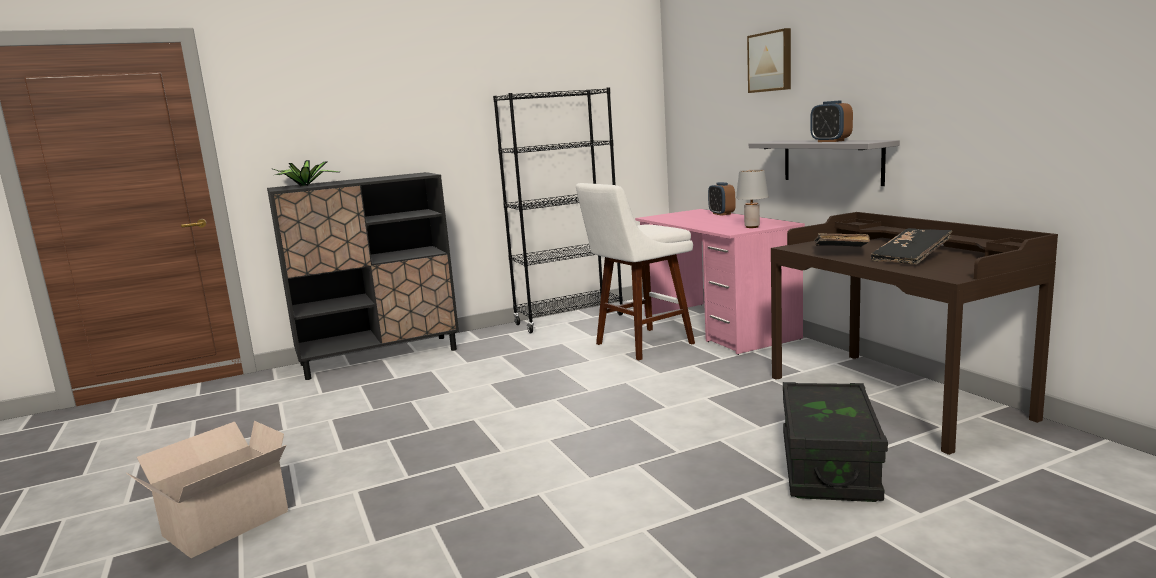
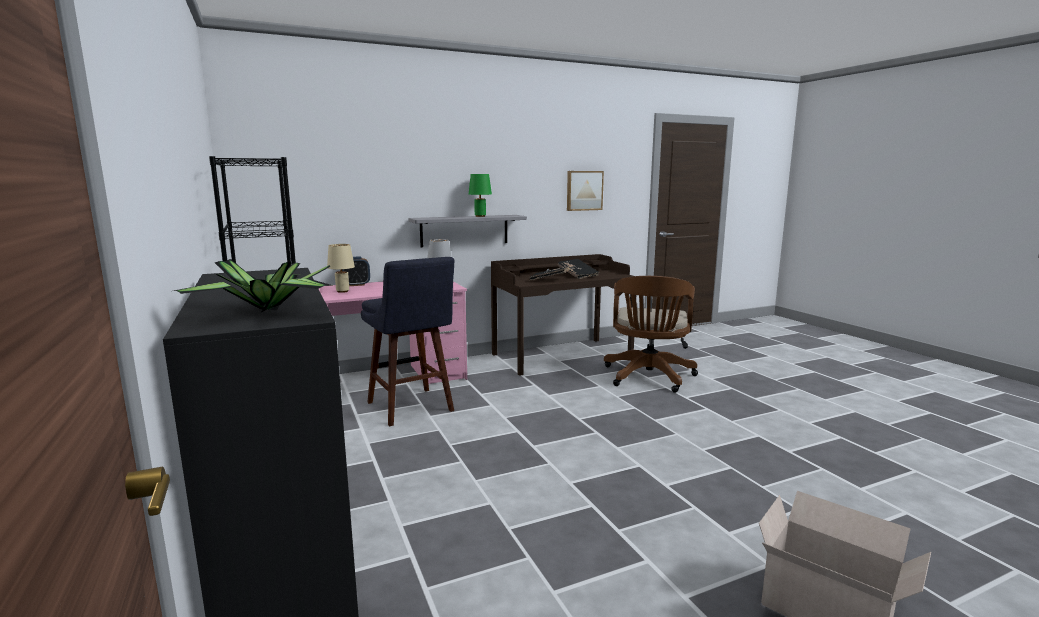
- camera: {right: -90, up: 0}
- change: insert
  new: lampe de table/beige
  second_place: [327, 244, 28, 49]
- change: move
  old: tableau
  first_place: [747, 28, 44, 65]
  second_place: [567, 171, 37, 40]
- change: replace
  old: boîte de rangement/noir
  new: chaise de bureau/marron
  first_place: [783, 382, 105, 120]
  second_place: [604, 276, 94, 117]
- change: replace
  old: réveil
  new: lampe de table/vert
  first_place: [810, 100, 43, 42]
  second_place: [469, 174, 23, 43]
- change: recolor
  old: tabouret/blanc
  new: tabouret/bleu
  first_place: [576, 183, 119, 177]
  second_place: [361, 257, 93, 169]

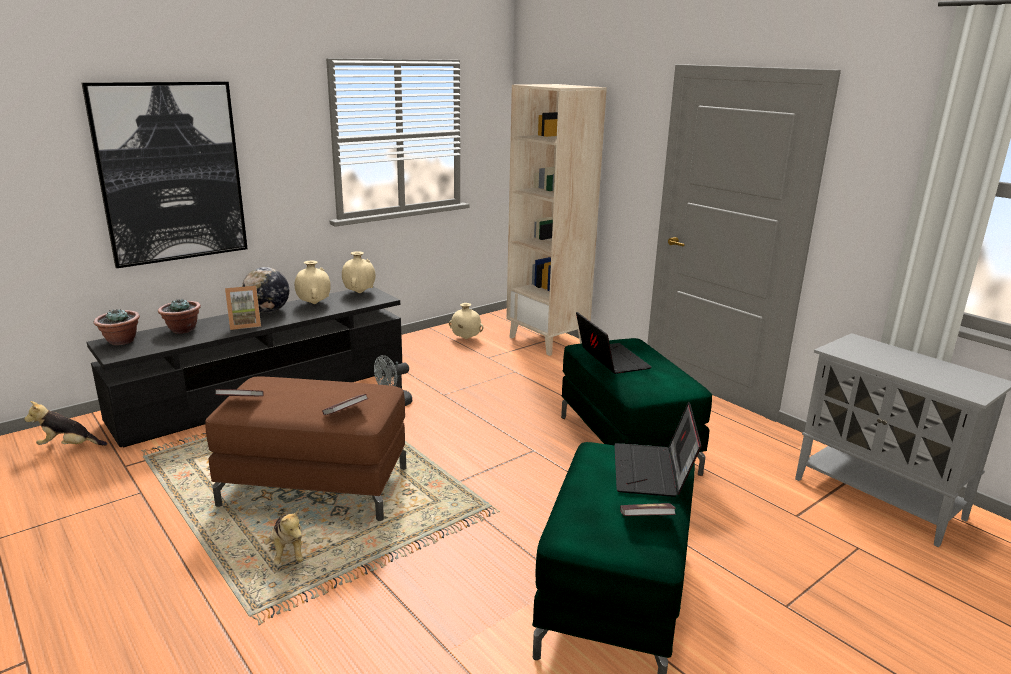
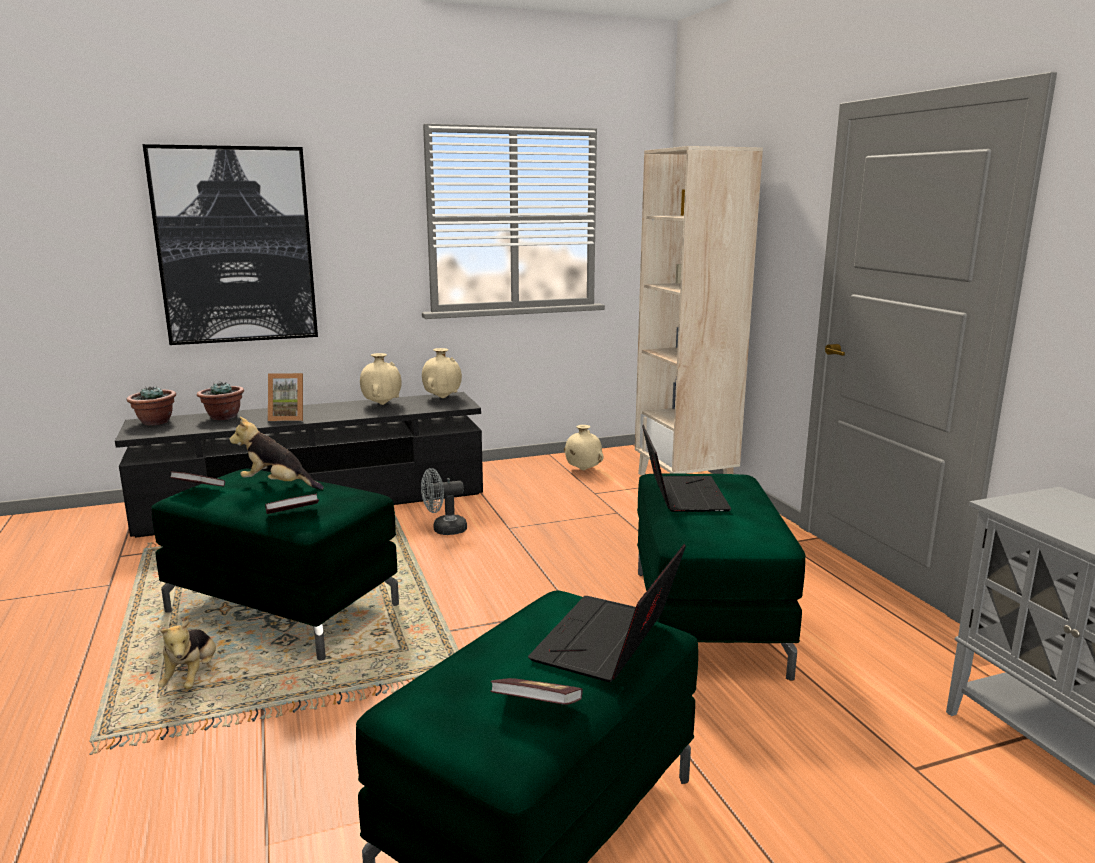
- camera: {right: 20, up: -5}
- change: delete
  old: globe
  first_place: [242, 267, 47, 46]
- change: move
  old: peluche
  first_place: [24, 401, 83, 45]
  second_place: [229, 417, 95, 73]
- change: recolor
  old: pouf/marron
  new: pouf/vert
  first_place: [205, 377, 201, 144]
  second_place: [151, 469, 248, 192]

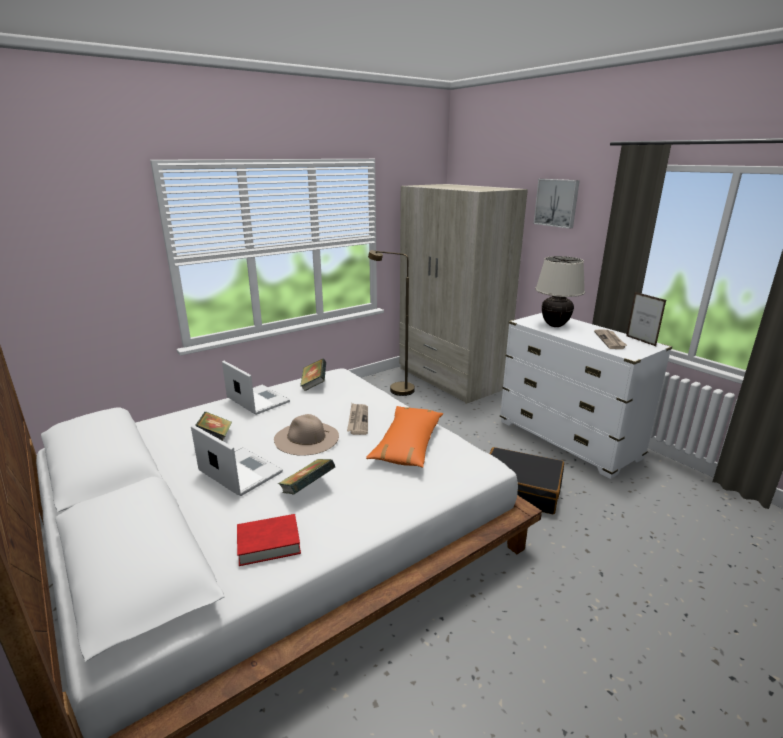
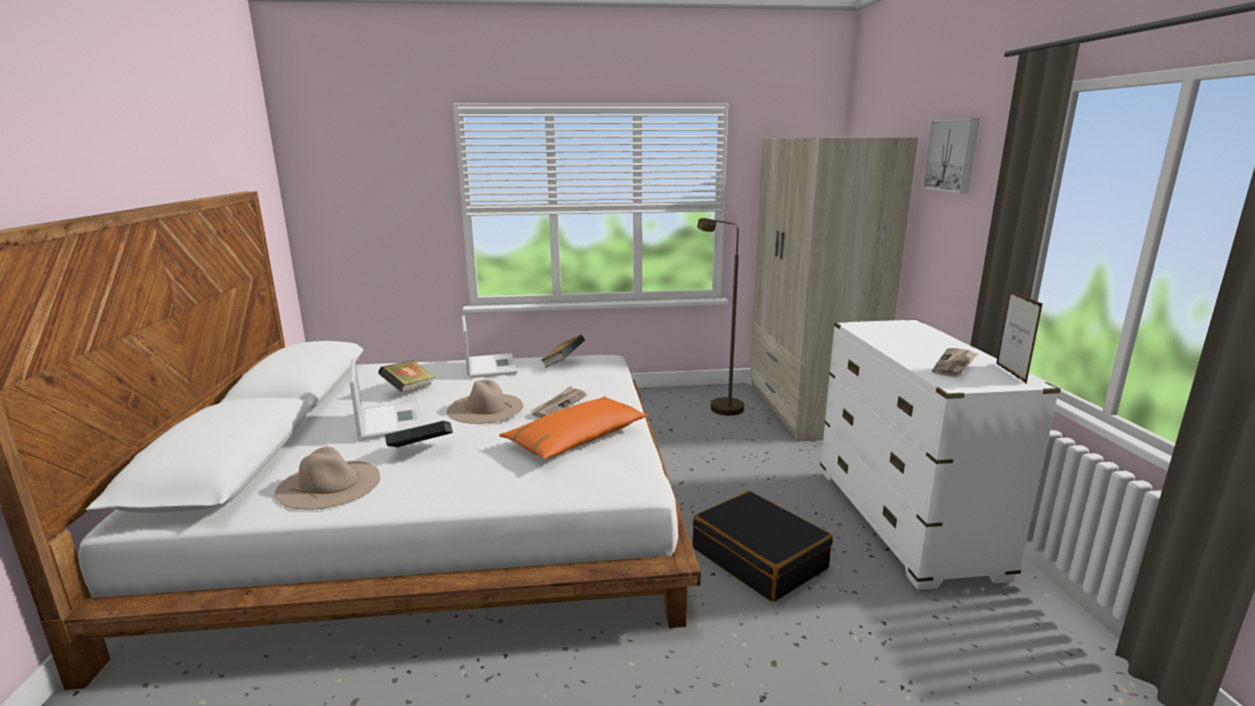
- camera: {right: 30, up: -5}
- change: delete
  old: lampe de table/beige
  first_place: [535, 256, 50, 71]
- change: replace
  old: livre/rouge
  new: chapeau/beige
  first_place: [237, 514, 64, 52]
  second_place: [275, 447, 105, 62]

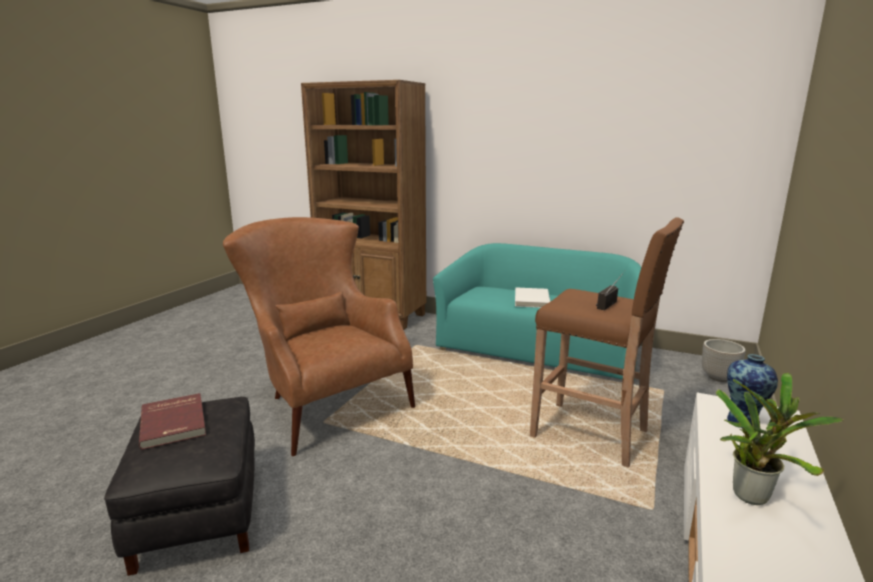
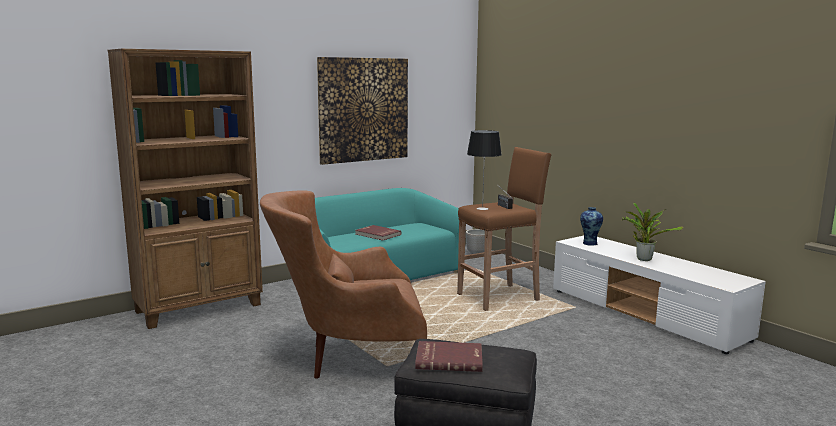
- camera: {right: -60, up: -5}
- change: insert
  new: tableau
  second_place: [317, 57, 91, 108]
- change: insert
  new: lampe de table
  second_place: [467, 130, 35, 80]
- change: recolor
  old: livre/blanc
  new: livre/rouge
  first_place: [515, 287, 35, 21]
  second_place: [355, 225, 47, 16]

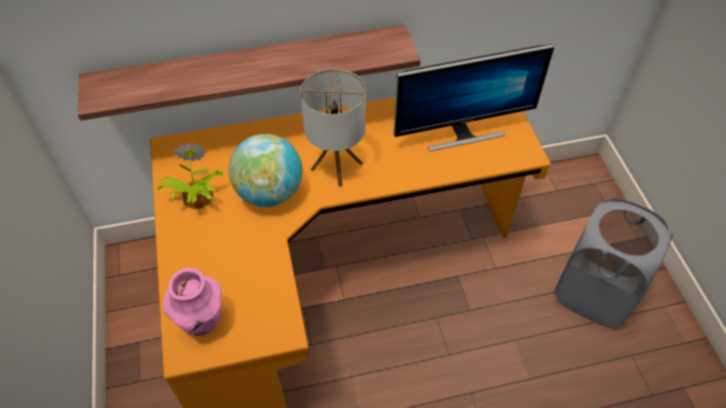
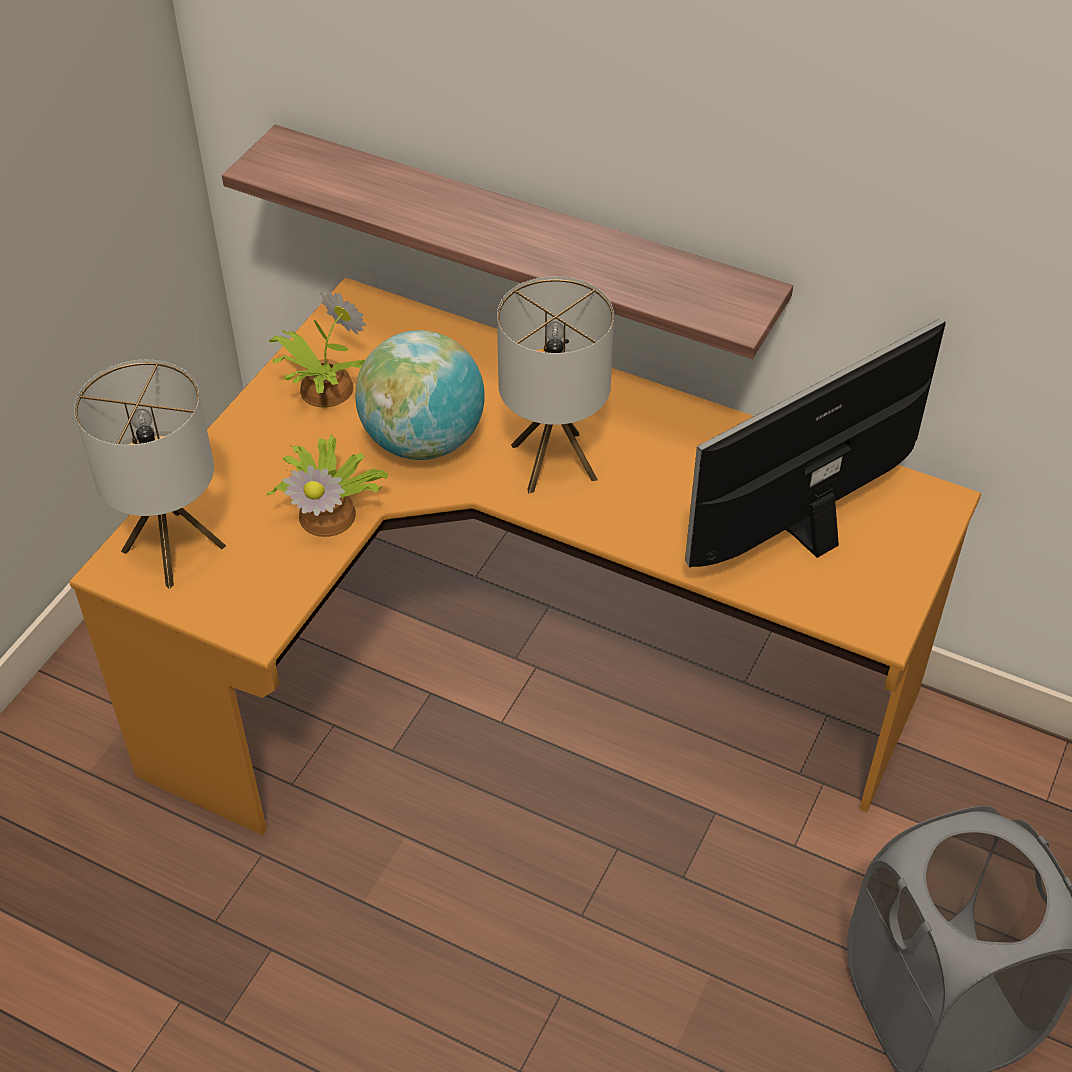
- camera: {right: 40, up: -5}
- change: insert
  new: plante en pot
  second_place: [266, 435, 122, 102]
- change: replace
  old: vase/rose
  new: lampe de table
  first_place: [163, 268, 59, 68]
  second_place: [74, 360, 152, 228]
- change: rotate
  old: écran d'ordinateur
  first_place: [393, 44, 161, 107]
  second_place: [685, 319, 261, 249]
  degrees: 120

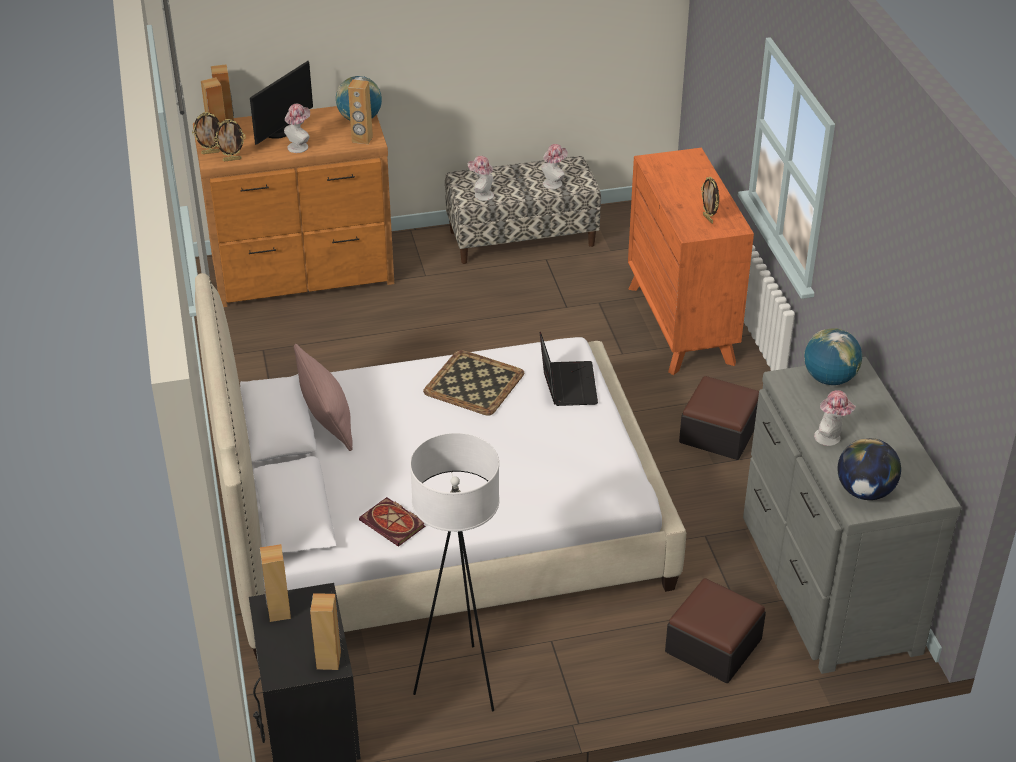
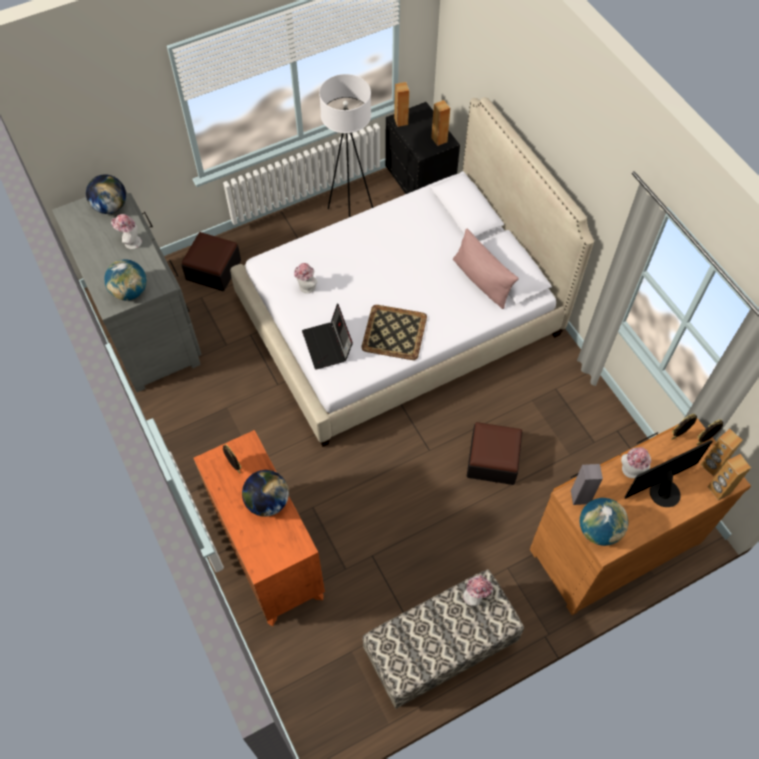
- camera: {right: 165, up: 20}
- change: delete
  old: livre
  first_place: [359, 497, 66, 50]
- change: insert
  new: globe
  second_place: [242, 470, 47, 47]
- change: move
  old: chapeau
  first_place: [541, 144, 26, 45]
  second_place: [294, 263, 24, 30]
- change: move
  old: pouf
  first_place: [679, 376, 80, 84]
  second_place: [467, 422, 55, 63]
- change: recolor
  old: enceinte/marron
  new: enceinte/gris
  first_place: [348, 79, 25, 65]
  second_place: [571, 464, 32, 41]
- change: rotate
  old: écran d'ordinateur
  first_place: [250, 61, 63, 84]
  second_place: [625, 440, 88, 67]
  degrees: 45

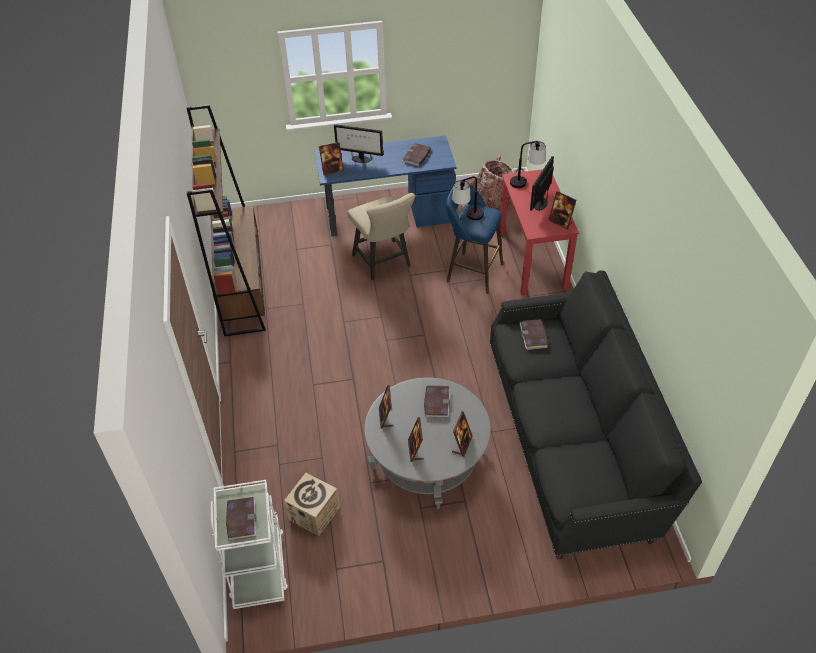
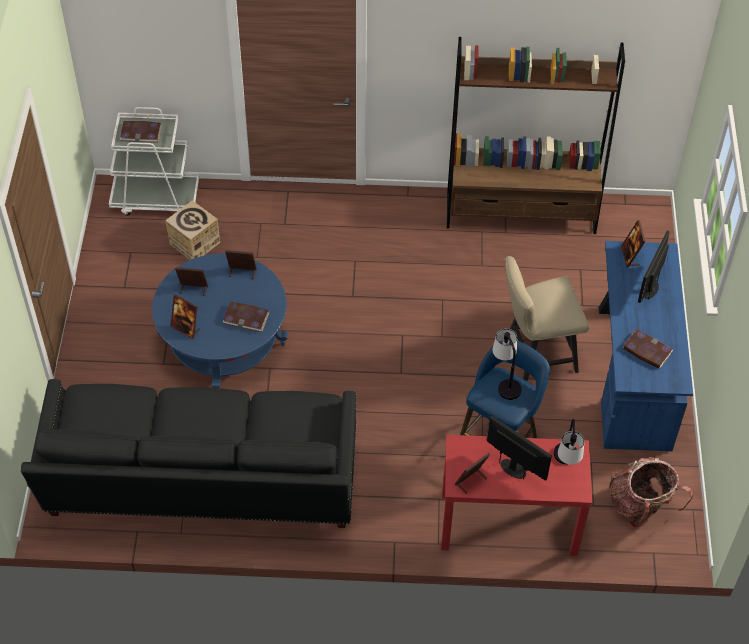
- camera: {right: 100, up: 5}
- change: delete
  old: livre
  first_place: [519, 319, 29, 31]
- change: recolor
  old: table basse/gris
  new: table basse/bleu
  first_place: [364, 378, 127, 131]
  second_place: [152, 253, 136, 135]

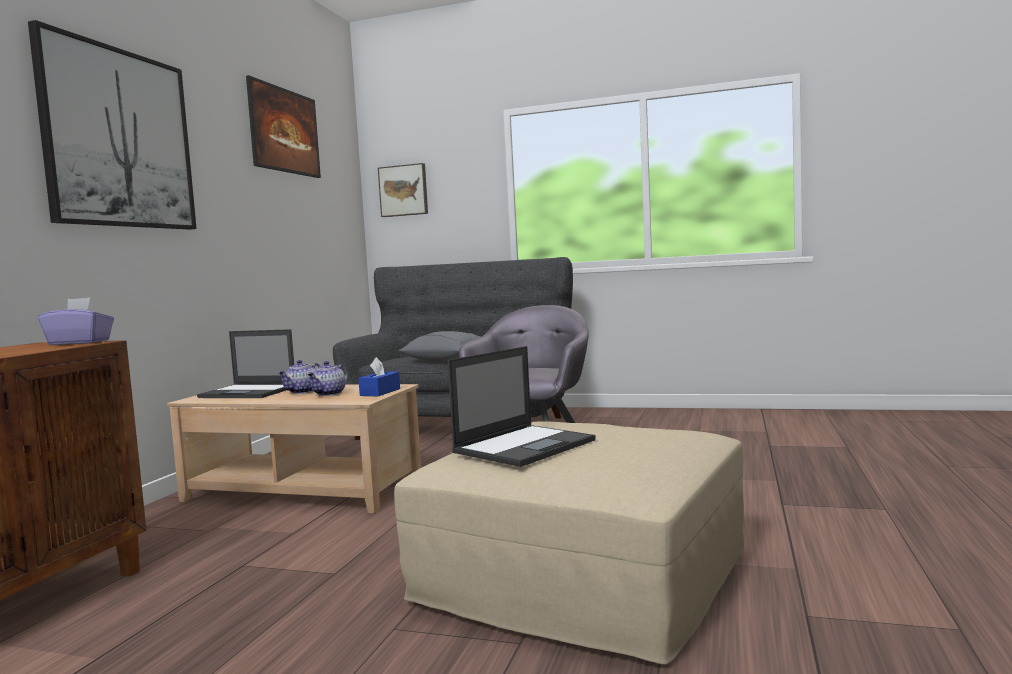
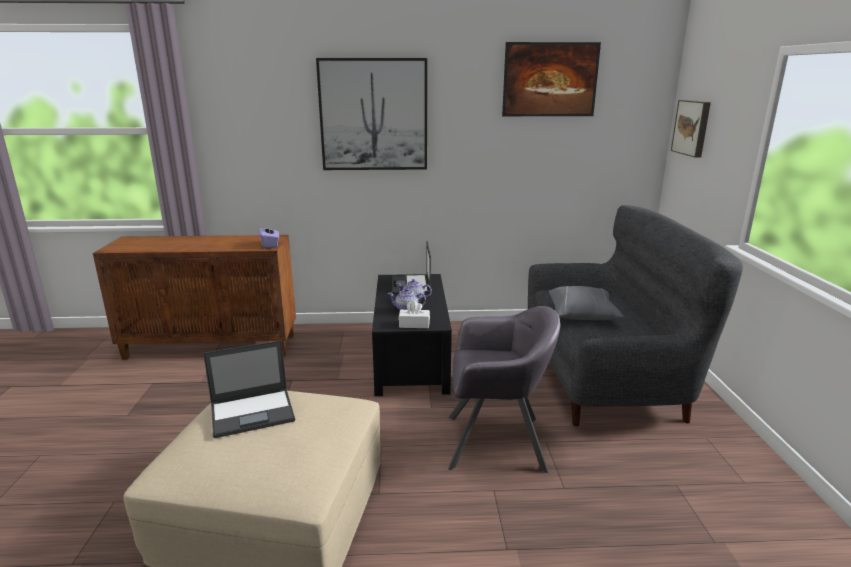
- camera: {right: 70, up: 15}
- change: recolor
  old: table basse/beige
  new: table basse/noir
  first_place: [167, 384, 254, 129]
  second_place: [372, 274, 80, 122]
- change: recolor
  old: boîte à mouchoirs/bleu
  new: boîte à mouchoirs/blanc
  first_place: [358, 357, 42, 39]
  second_place: [399, 301, 31, 27]
- change: rotate
  old: ordinateur portable
  first_place: [448, 346, 148, 121]
  second_place: [203, 340, 92, 98]
  degrees: -45

